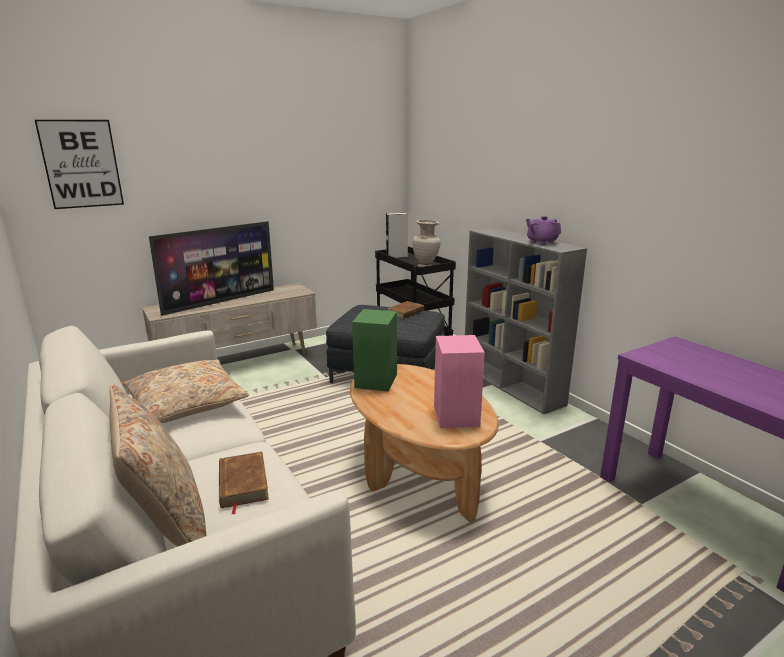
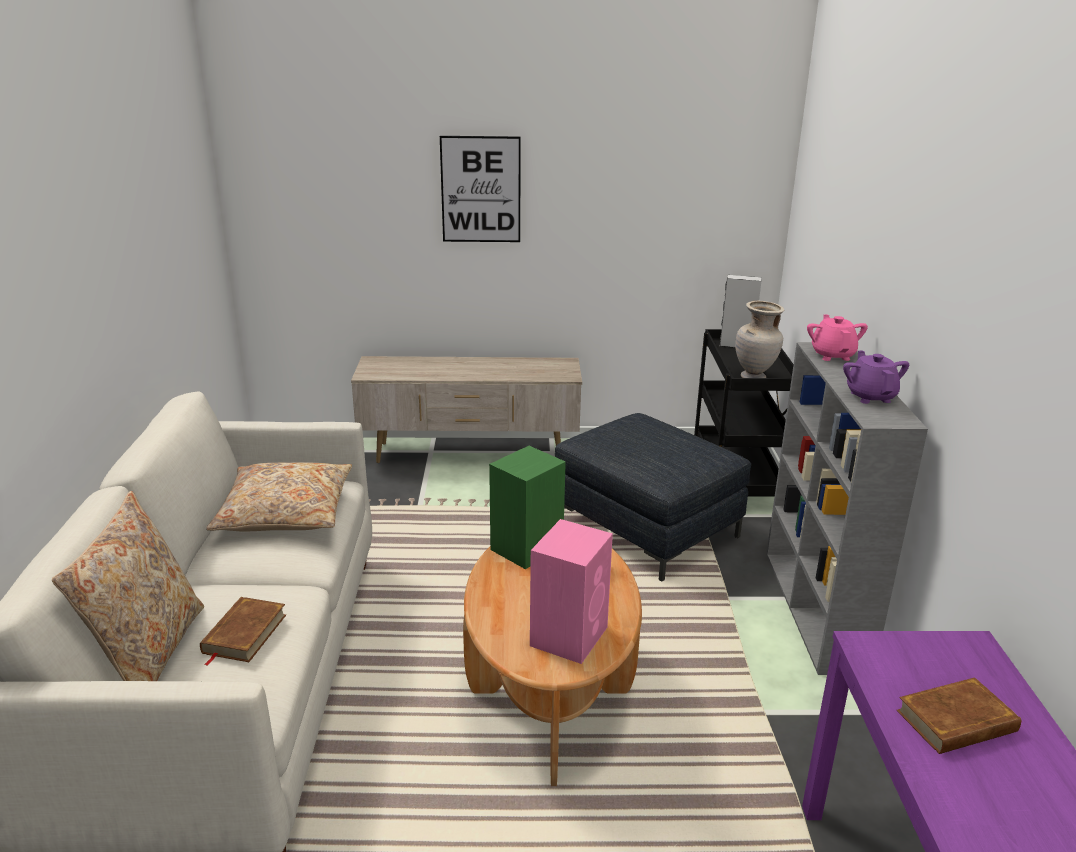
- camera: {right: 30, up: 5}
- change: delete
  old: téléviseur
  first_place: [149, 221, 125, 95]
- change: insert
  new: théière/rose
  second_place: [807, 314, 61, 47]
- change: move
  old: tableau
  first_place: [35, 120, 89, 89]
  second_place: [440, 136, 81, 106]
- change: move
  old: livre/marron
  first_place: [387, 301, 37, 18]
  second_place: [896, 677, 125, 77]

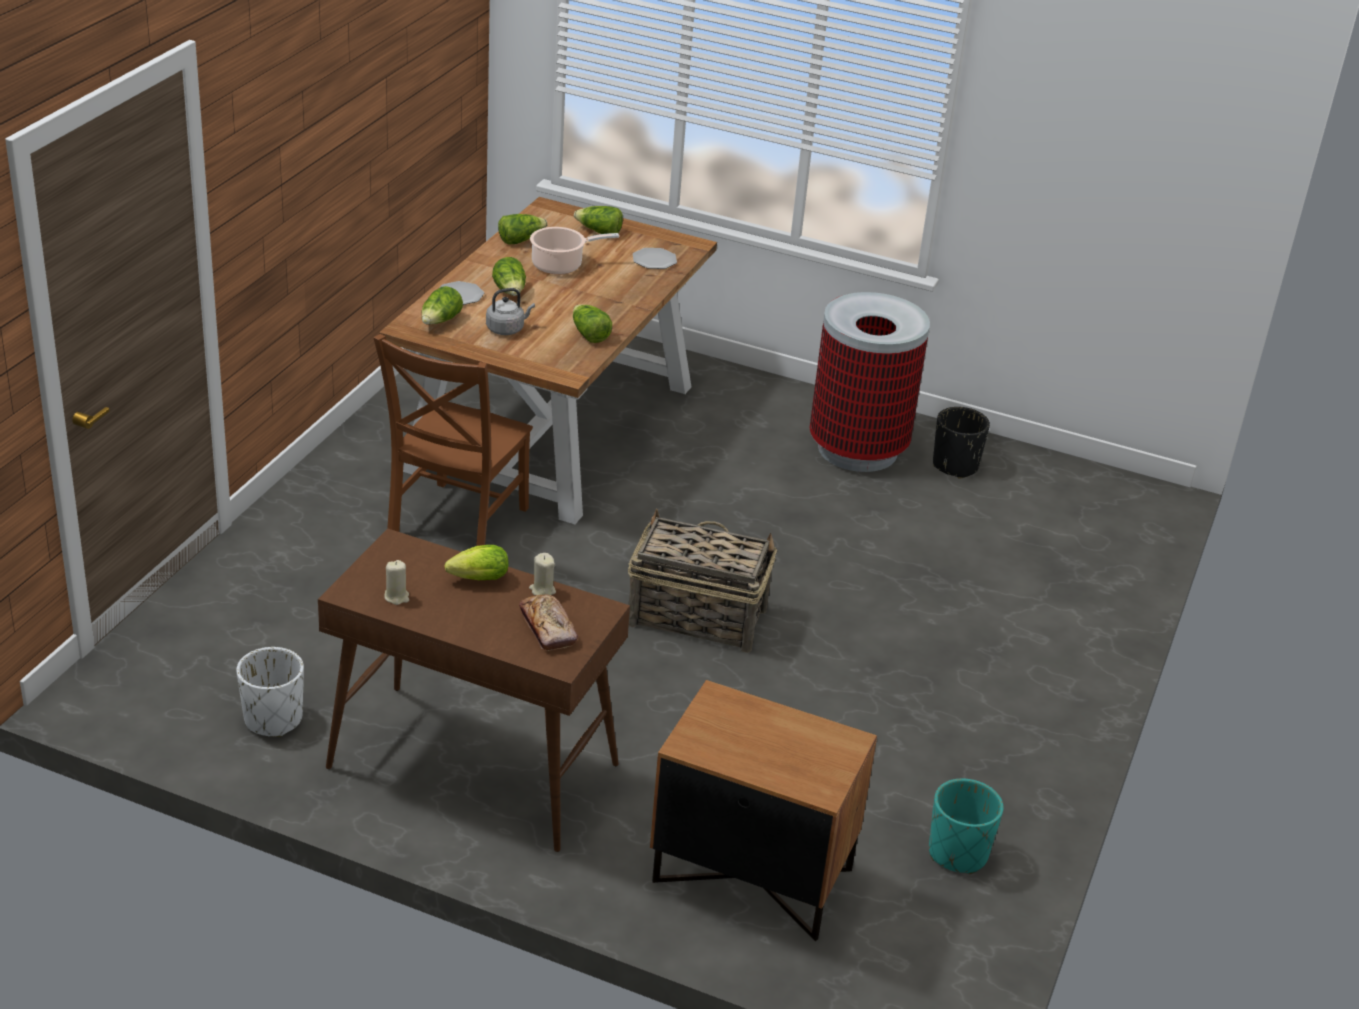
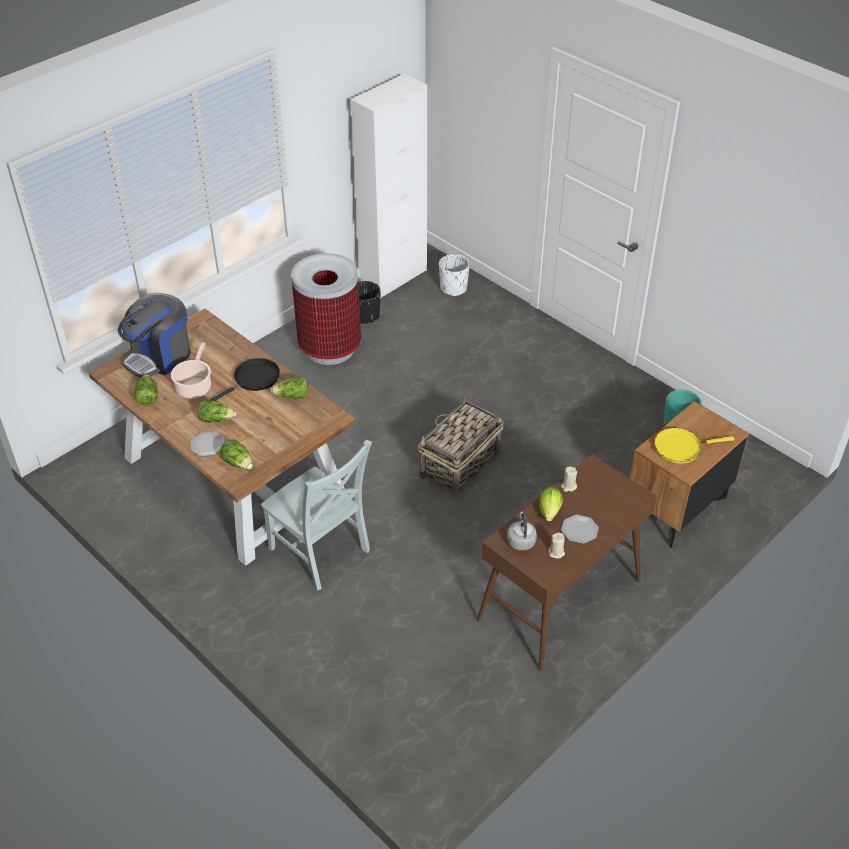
- camera: {right: -65, up: 10}
- change: delete
  old: pain
  first_place: [519, 594, 59, 57]
- change: insert
  new: poêle/noir
  second_place: [210, 358, 70, 43]
- change: insert
  new: meuble de rangement/blanc
  second_place: [351, 74, 76, 225]
- change: insert
  new: poêle/jaune
  second_place: [654, 428, 80, 35]
- change: move
  old: cache-pot/blanc
  first_place: [236, 647, 68, 90]
  second_place: [439, 254, 31, 43]
- change: move
  old: bouilloire/gris
  first_place: [486, 288, 49, 47]
  second_place: [507, 511, 30, 40]
- change: move
  old: assiette
  first_place: [633, 248, 44, 21]
  second_place: [561, 515, 38, 29]
- change: replace
  old: laitue
  new: machine à café
  first_place: [574, 206, 49, 28]
  second_place: [118, 292, 73, 86]
- change: recolor
  old: chaise/marron
  new: chaise/gris
  first_place: [373, 334, 160, 212]
  second_place: [260, 440, 112, 151]

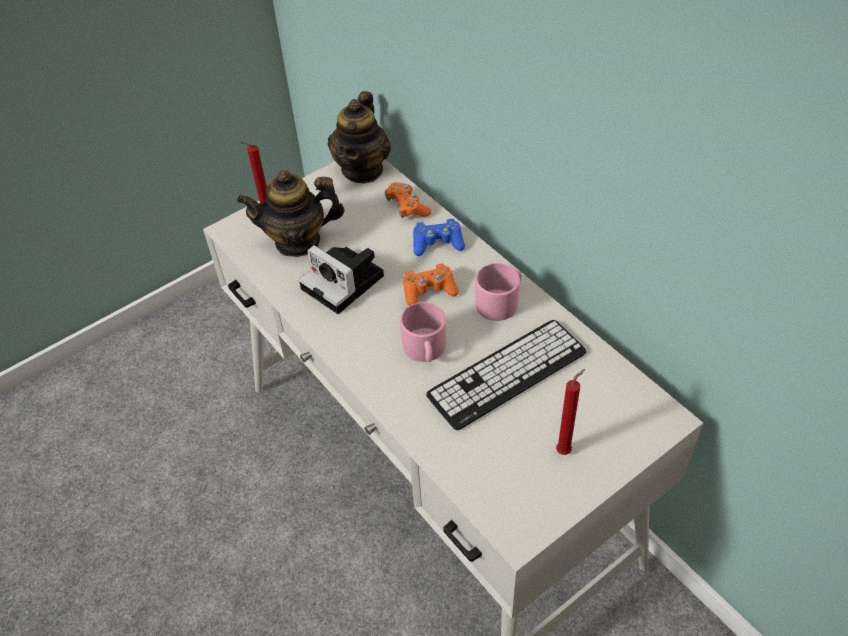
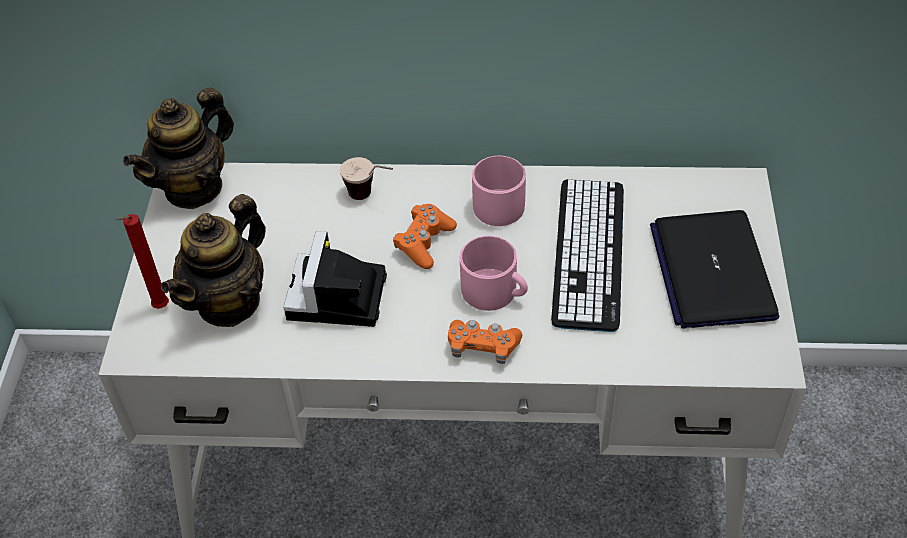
- camera: {right: -50, up: 0}
- change: move
  old: manette/orange
  first_place: [385, 182, 47, 36]
  second_place: [448, 320, 74, 44]
- change: replace
  old: manette/bleu
  new: tasse
  first_place: [413, 219, 52, 37]
  second_place: [340, 157, 53, 43]
- change: replace
  old: bougie/rouge
  new: ordinateur portable
  first_place: [556, 369, 29, 86]
  second_place: [650, 210, 129, 119]
- change: rotate
  old: appareil photo
  first_place: [299, 245, 85, 69]
  second_place: [283, 231, 104, 96]
  degrees: 105
- change: rotate
  old: théière
  first_place: [328, 91, 63, 92]
  second_place: [123, 87, 111, 122]
  degrees: 75

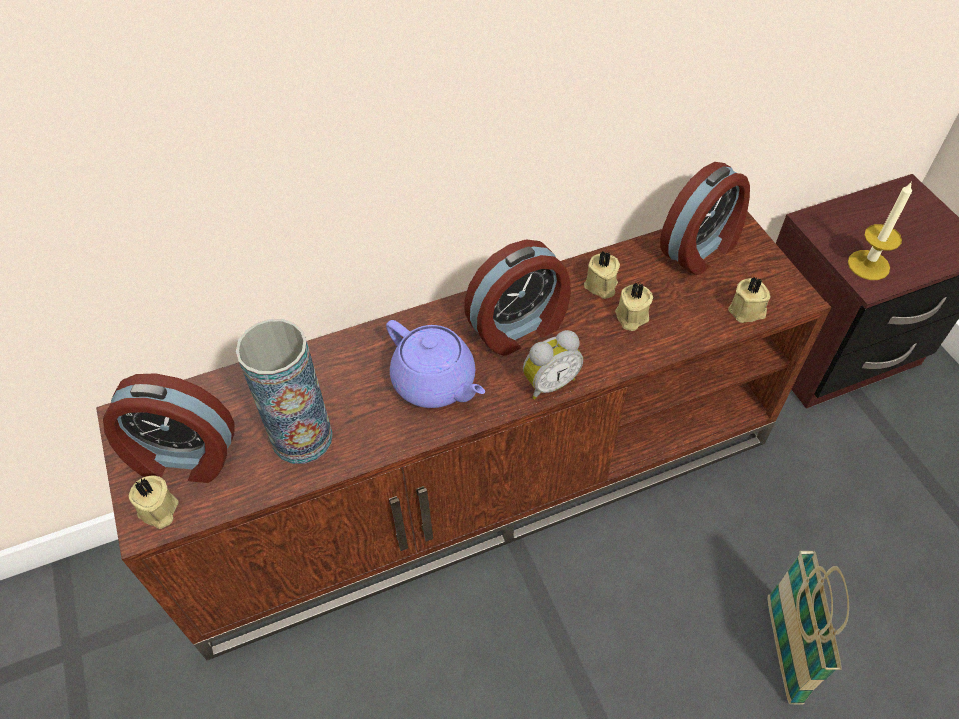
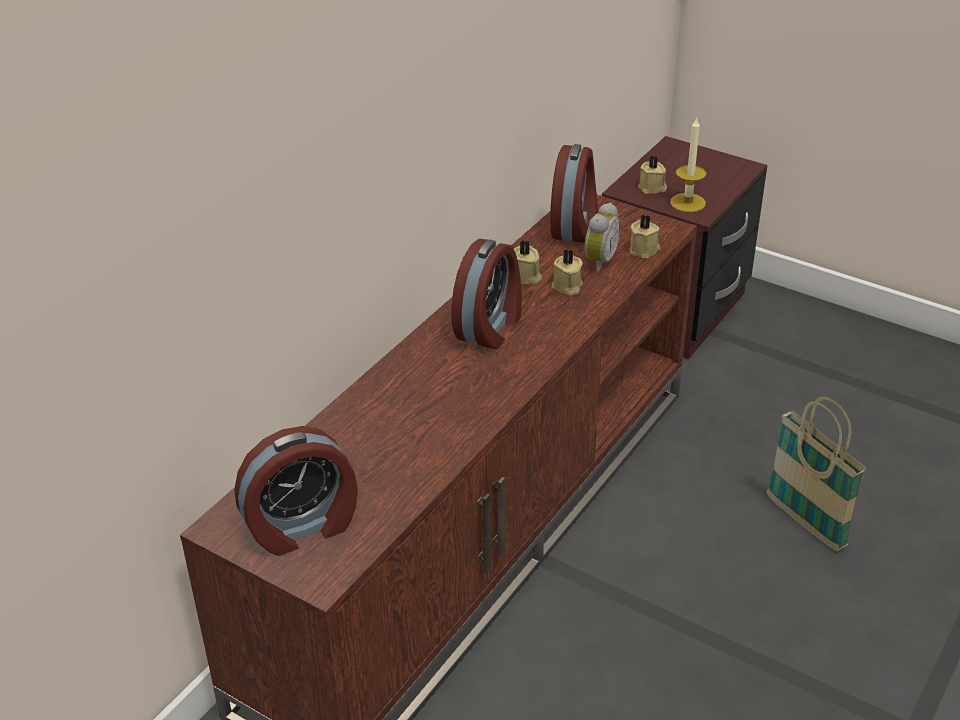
- camera: {right: -35, up: -15}
- change: delete
  old: vase
  first_place: [236, 319, 97, 145]
- change: delete
  old: théière/violet
  first_place: [386, 320, 99, 88]
- change: move
  old: bougie/beige
  first_place: [128, 476, 51, 53]
  second_place: [638, 155, 29, 39]
- change: move
  old: réveil
  first_place: [523, 330, 60, 69]
  second_place: [584, 203, 37, 70]

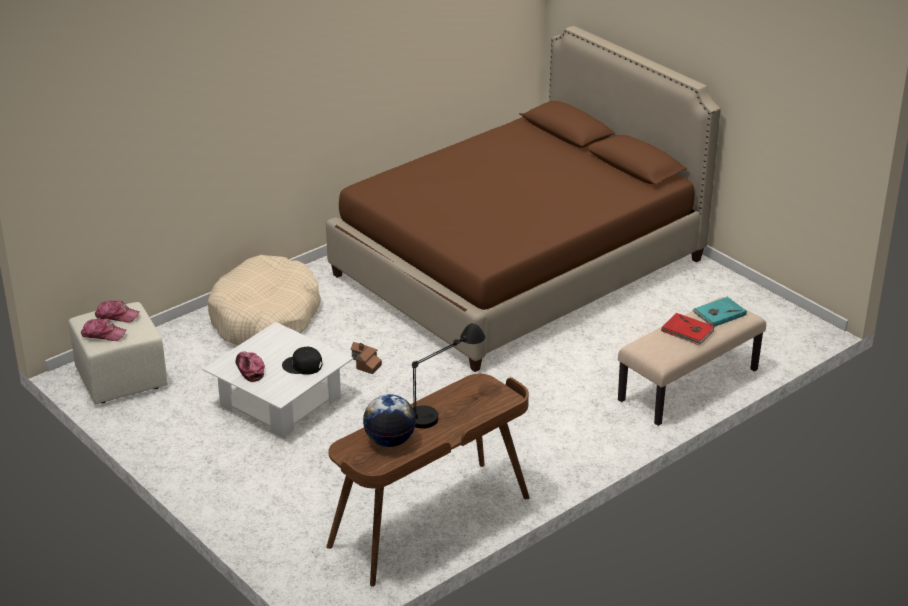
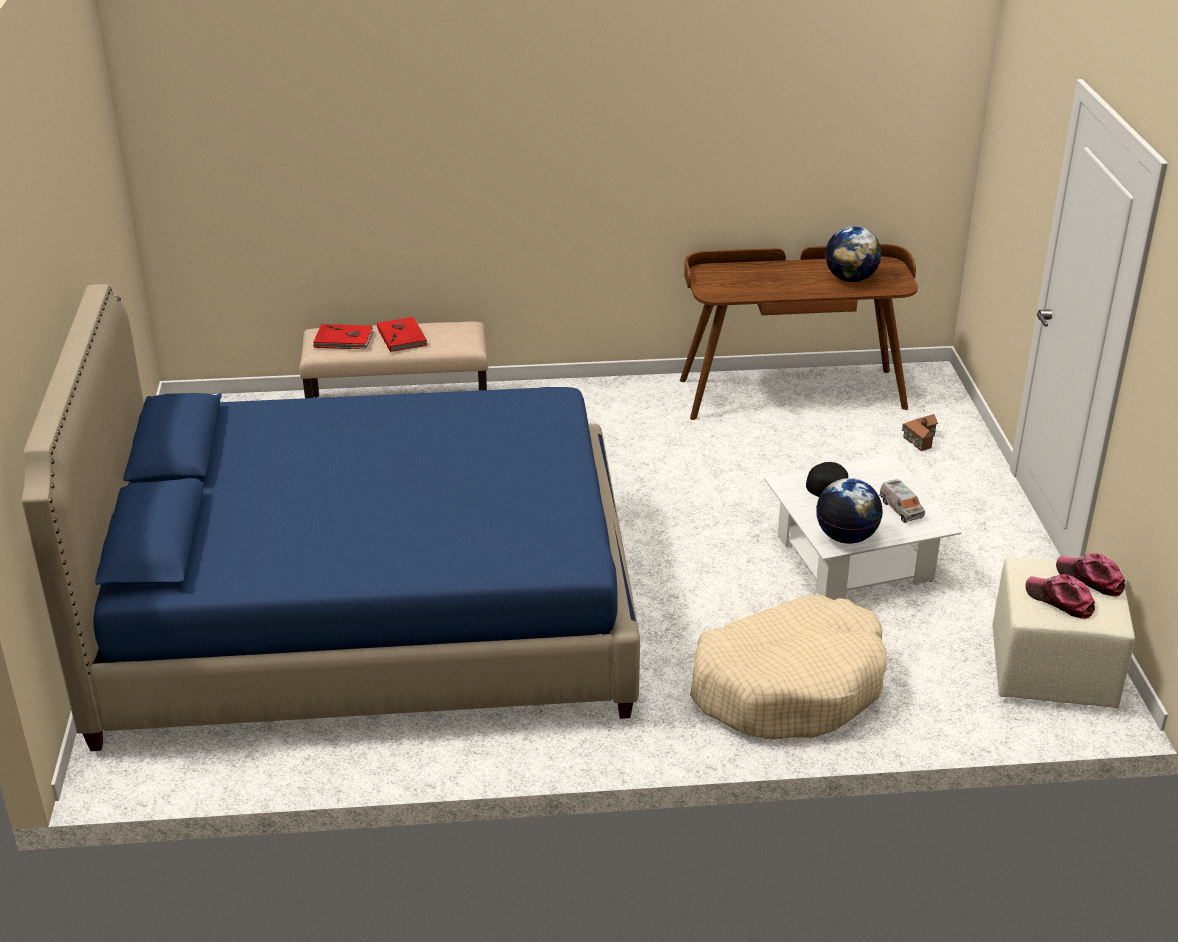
- camera: {right: -145, up: 0}
- change: delete
  old: lampe de table/noir
  first_place: [412, 323, 73, 106]
- change: insert
  new: globe
  second_place: [816, 478, 67, 66]
- change: move
  old: maison miniature
  first_place: [350, 342, 32, 32]
  second_place: [902, 414, 36, 37]
- change: replace
  old: casquette
  new: camion jouet
  first_place: [236, 351, 29, 31]
  second_place: [879, 479, 46, 44]
- change: recolor
  old: lit/marron
  new: lit/bleu
  first_place: [326, 26, 395, 346]
  second_place: [22, 284, 618, 467]
- change: recolor
  old: livre/turquoise
  new: livre/rouge
  first_place: [692, 297, 55, 30]
  second_place: [313, 324, 61, 26]

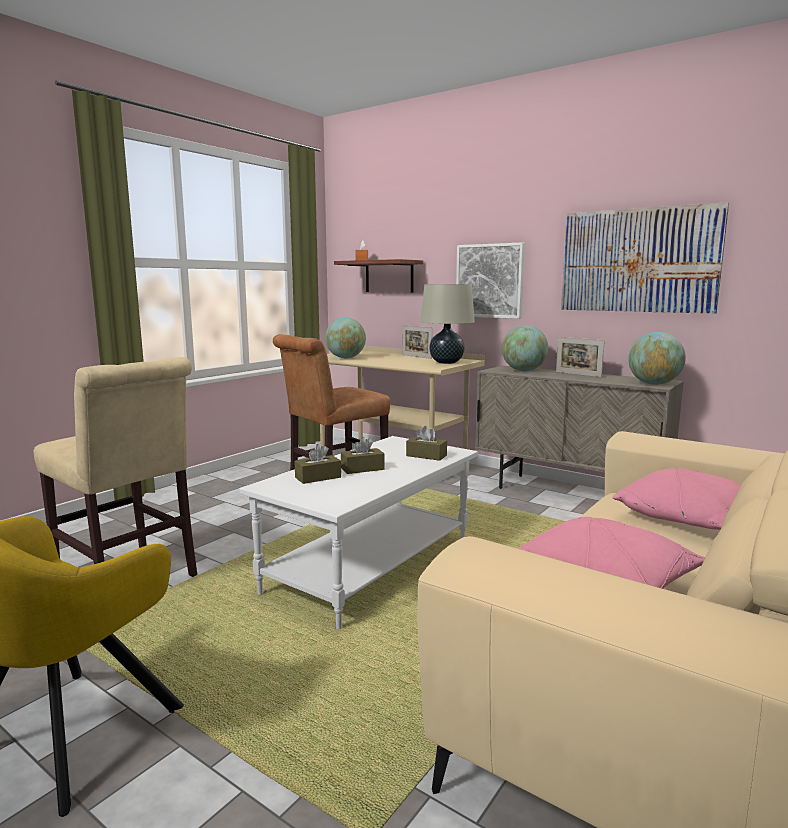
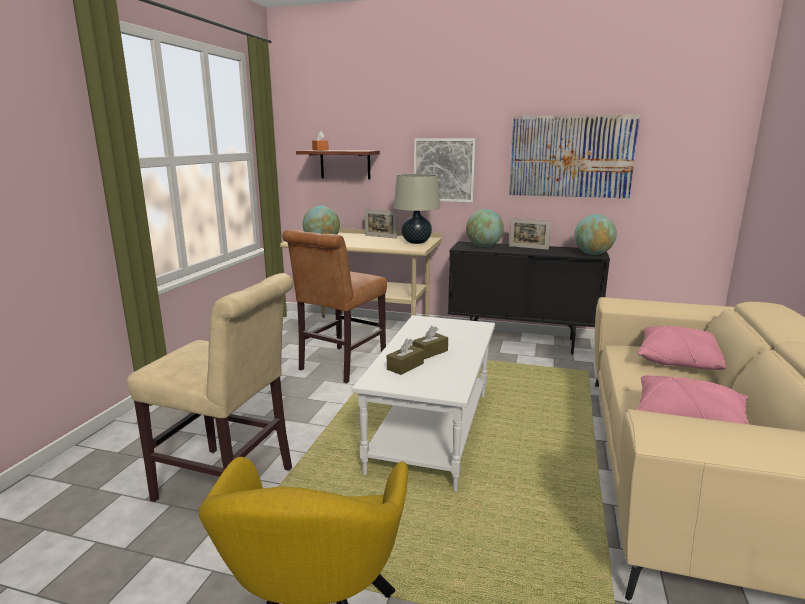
- camera: {right: -20, up: 5}
- change: delete
  old: boîte à mouchoirs/marron
  first_place: [406, 426, 41, 35]
- change: recolor
  old: meuble de rangement/beige
  new: meuble de rangement/noir
  first_place: [475, 365, 209, 124]
  second_place: [448, 241, 162, 114]

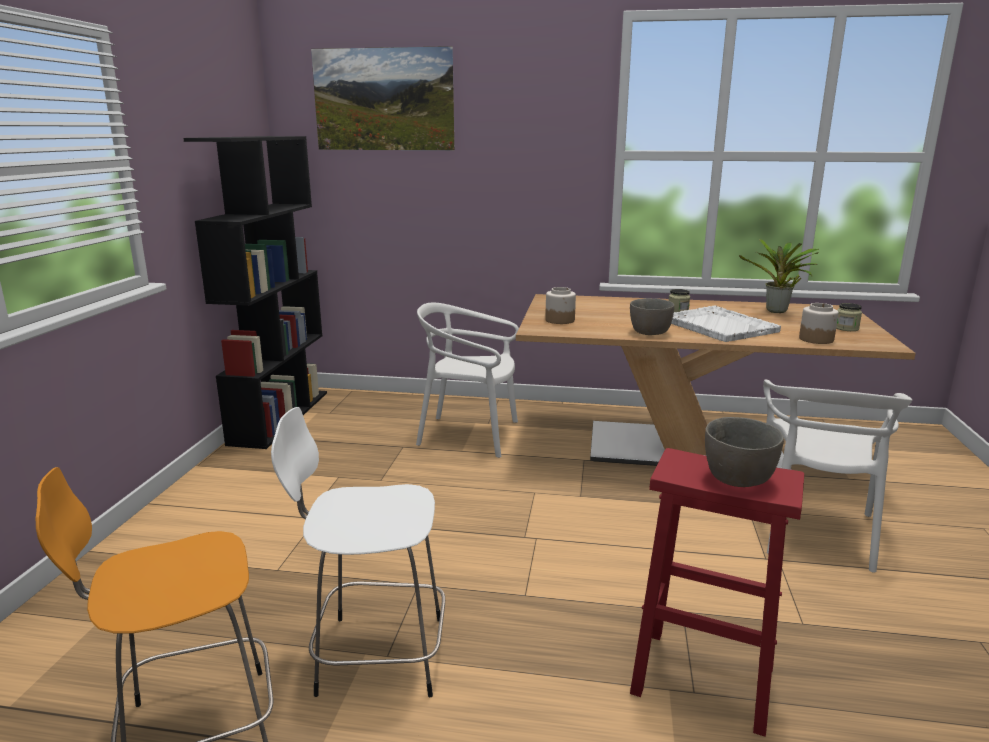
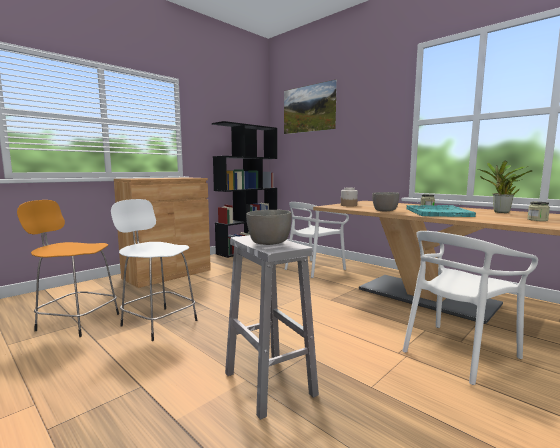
- camera: {right: 35, up: -10}
- change: delete
  old: bocal
  first_place: [799, 303, 40, 41]
- change: insert
  new: meuble de rangement/marron
  second_place: [114, 177, 97, 111]
- change: recolor
  old: tabouret/rouge
  new: tabouret/blanc
  first_place: [630, 448, 174, 289]
  second_place: [225, 235, 94, 185]
- change: recolor
  old: plateau/blanc
  new: plateau/turquoise
  first_place: [671, 306, 110, 36]
  second_place: [407, 205, 69, 12]
- change: rotate
  old: chaise/blanc
  first_place: [416, 303, 103, 155]
  second_place: [285, 202, 64, 76]
  degrees: -90

